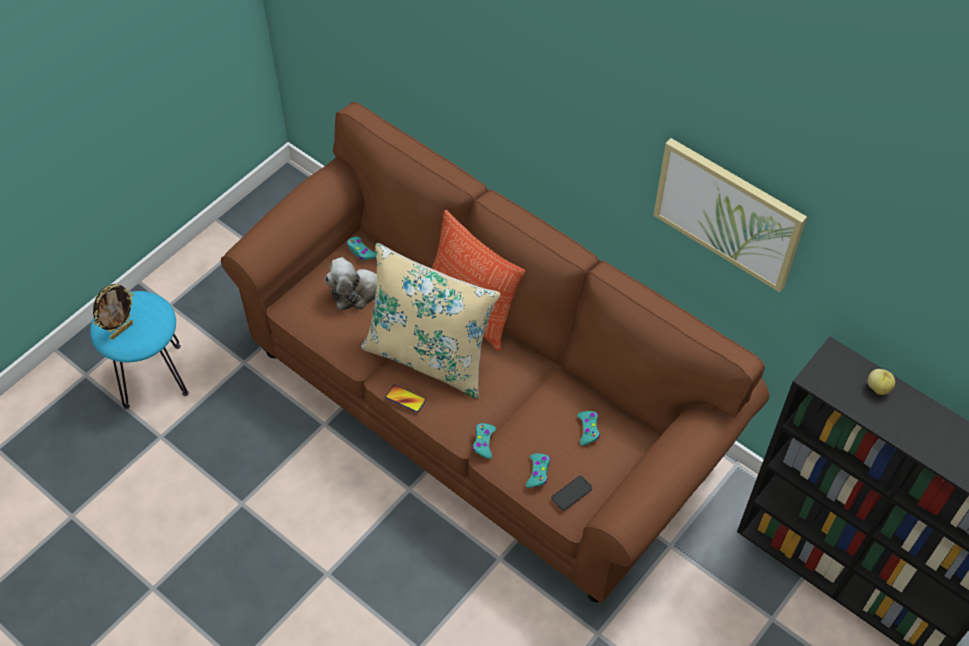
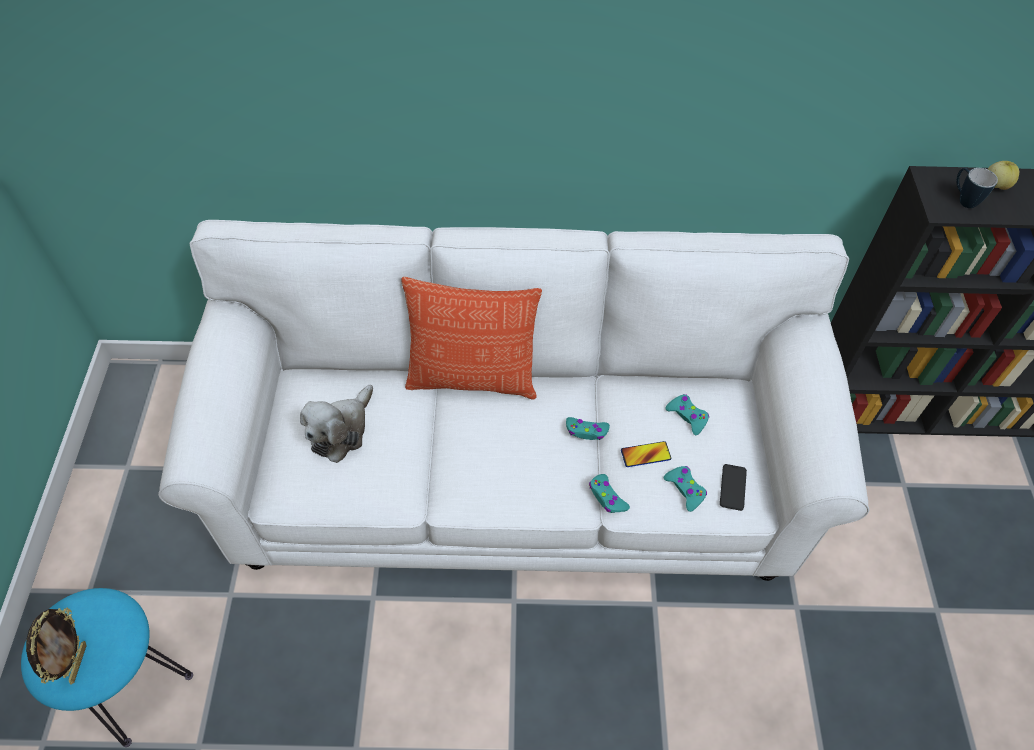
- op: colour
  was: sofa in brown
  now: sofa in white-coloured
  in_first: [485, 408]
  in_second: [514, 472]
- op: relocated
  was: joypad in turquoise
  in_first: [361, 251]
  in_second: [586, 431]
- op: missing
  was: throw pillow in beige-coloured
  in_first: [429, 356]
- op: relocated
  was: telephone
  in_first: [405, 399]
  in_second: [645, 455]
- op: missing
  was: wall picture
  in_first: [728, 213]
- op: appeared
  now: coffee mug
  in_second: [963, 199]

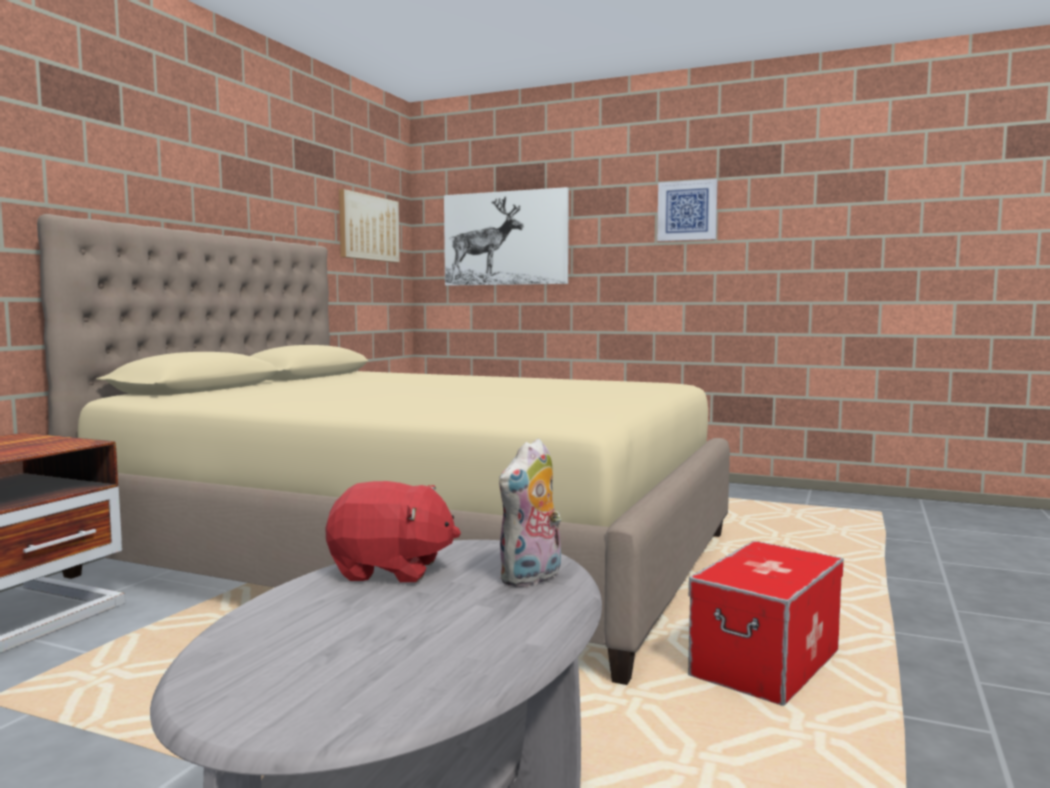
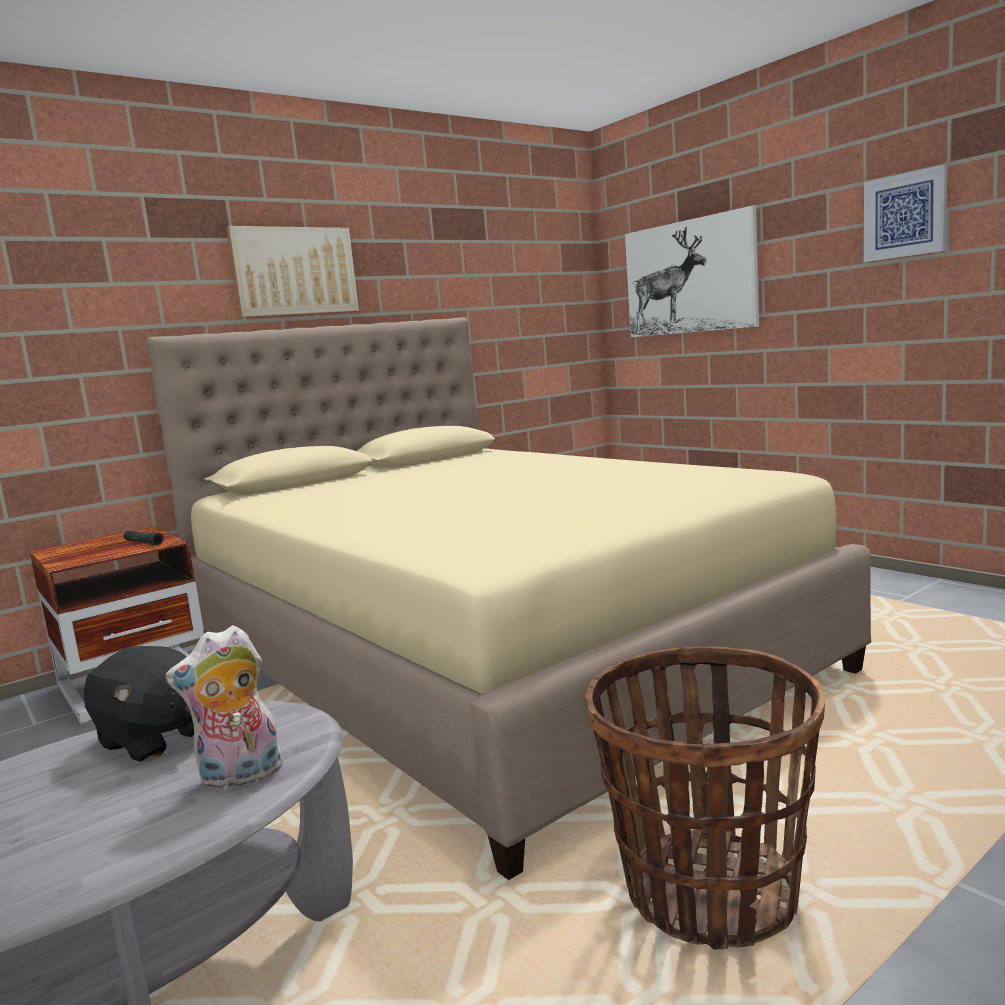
- op: colour
  was: plush toy in reddish
  now: plush toy in black-coloured
  in_first: [391, 570]
  in_second: [156, 738]
- op: relocated
  was: wall picture
  in_first: [368, 228]
  in_second: [294, 271]
- op: exchanged
  was: storage container
  now: storage basket
  in_first: [766, 663]
  in_second: [708, 891]
- op: appeared
  now: flashlight in black-coloured
  in_second: [143, 543]

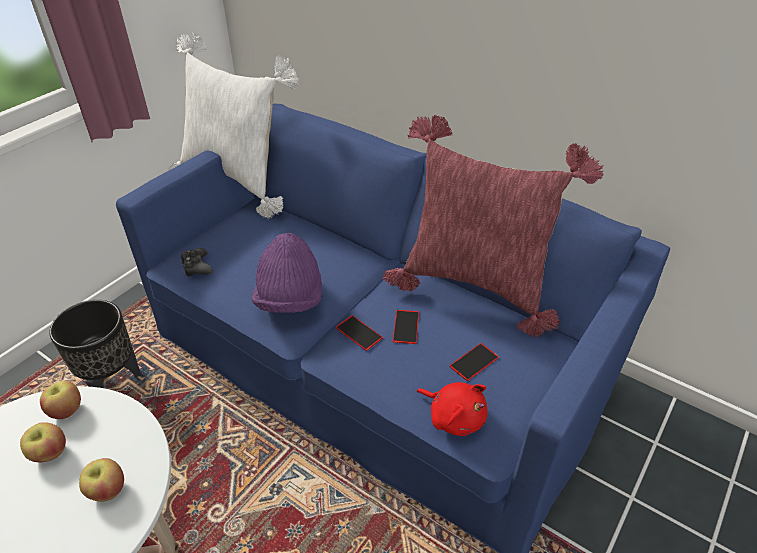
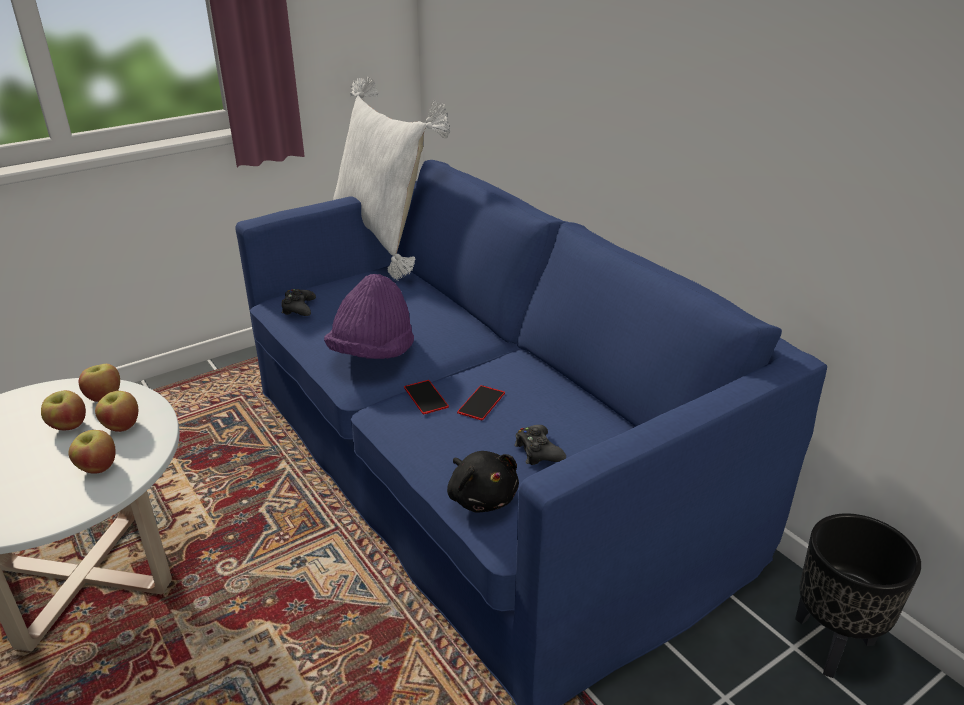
- op: relocated
  was: planter in black-coloured
  in_first: [114, 383]
  in_second: [833, 644]
- op: missing
  was: throw pillow in reddish
  in_first: [474, 294]
- op: colour
  was: plush toy in reddish
  now: plush toy in black-coloured
  in_first: [454, 417]
  in_second: [481, 497]
- op: exchanged
  was: telephone
  now: joypad in black-coloured
  in_first: [474, 362]
  in_second: [538, 451]
- op: appeared
  now: apple
  in_second: [121, 426]

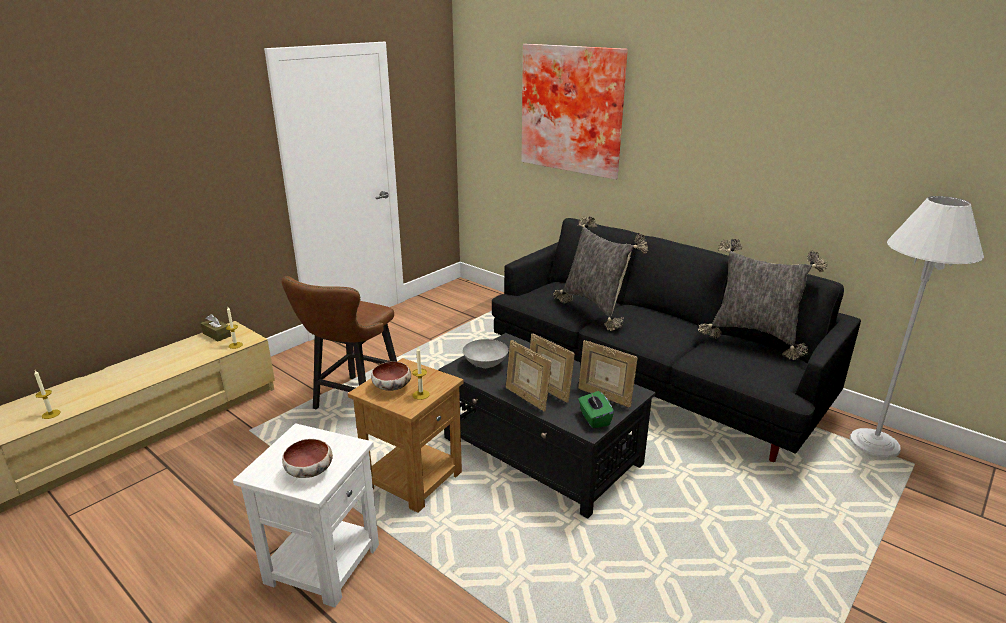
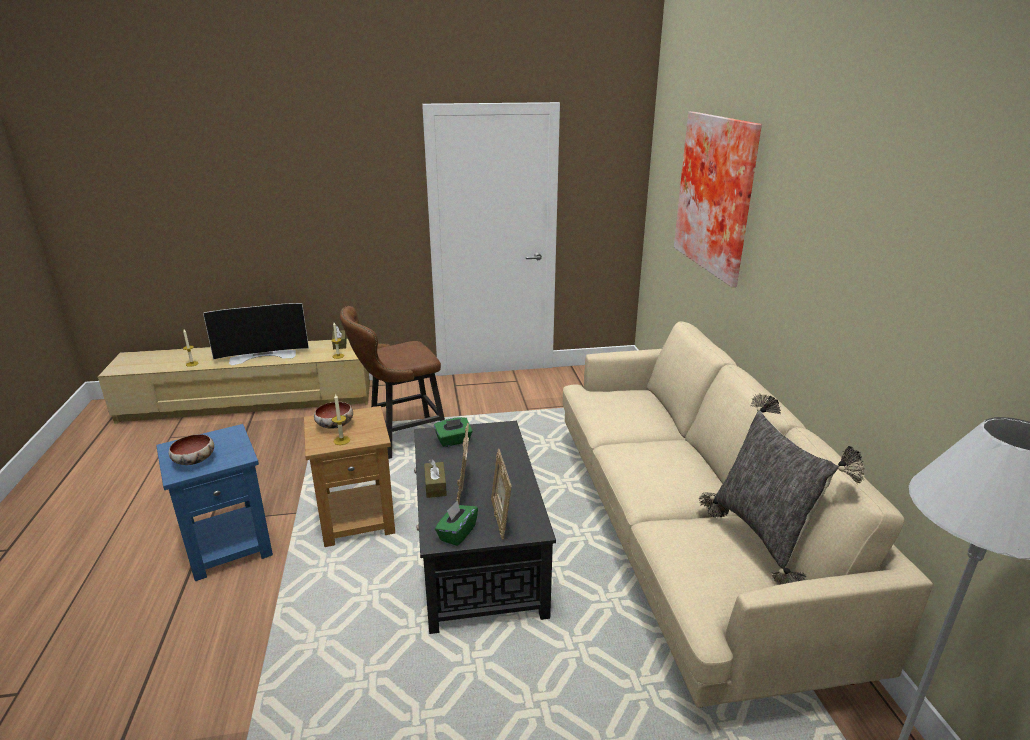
- op: colour
  was: end table in white-coloured
  now: end table in blue-coloured
  in_first: [323, 562]
  in_second: [230, 546]
- op: exchanged
  was: serving bowl in gray
  now: box of tissues in greenish
  in_first: [485, 364]
  in_second: [453, 441]
- op: colour
  was: sofa in black-coloured
  now: sofa in beige-coloured
  in_first: [651, 380]
  in_second: [684, 542]
- op: exchanged
  was: picture frame
  now: box of tissues in brown
  in_first: [527, 398]
  in_second: [435, 486]
- op: missing
  was: throw pillow
  in_first: [596, 313]
- op: appeared
  now: television
  in_second: [263, 356]

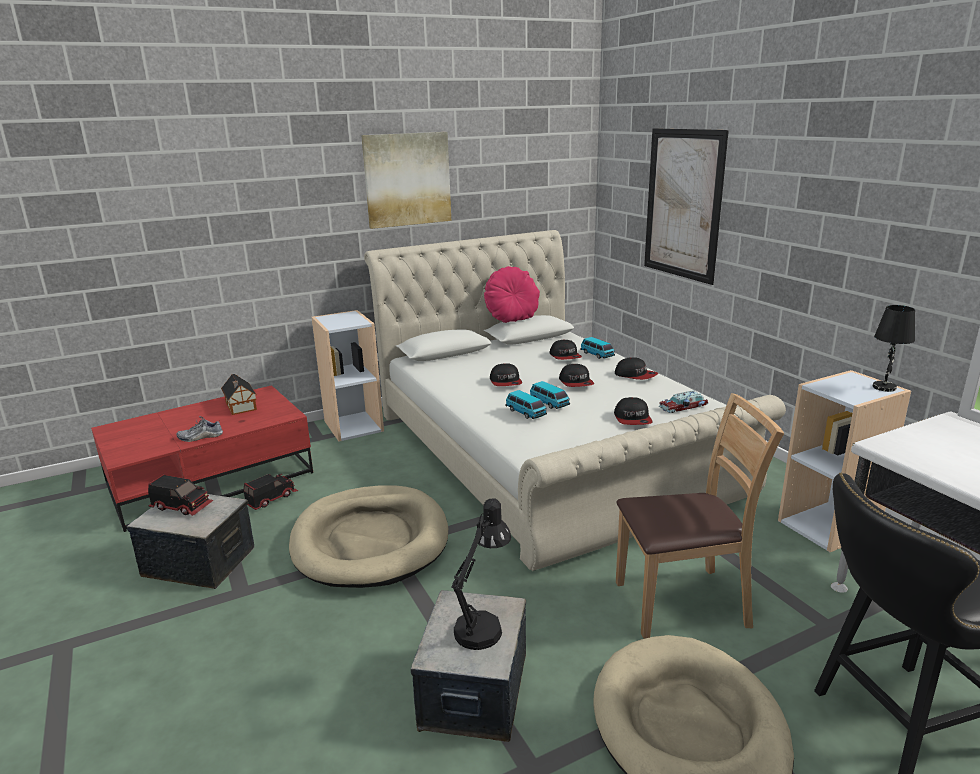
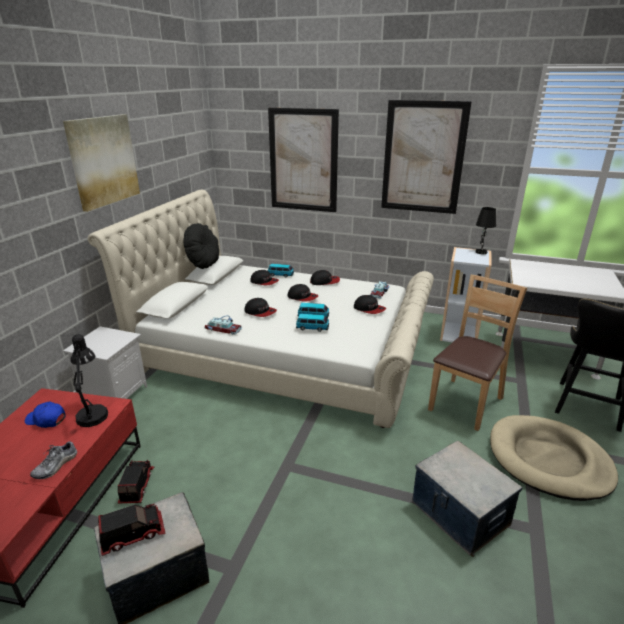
- op: exchanged
  was: toy house
  now: baseball cap in blue-coloured
  in_first: [241, 407]
  in_second: [46, 420]
- op: missing
  was: pet bed in beige-coloured
  in_first: [370, 540]
- op: exchanged
  was: bookcase
  now: night table in gray
  in_first: [353, 425]
  in_second: [115, 394]
- op: relocated
  was: lamp for a table in black-coloured
  in_first: [483, 625]
  in_second: [93, 413]
- op: colour
  was: throw pillow in pinkish
  now: throw pillow in black-coloured
  in_first: [512, 320]
  in_second: [203, 265]
- op: appeared
  now: toy car
  in_second: [223, 329]
- op: appeared
  now: wall picture
  in_second: [423, 158]

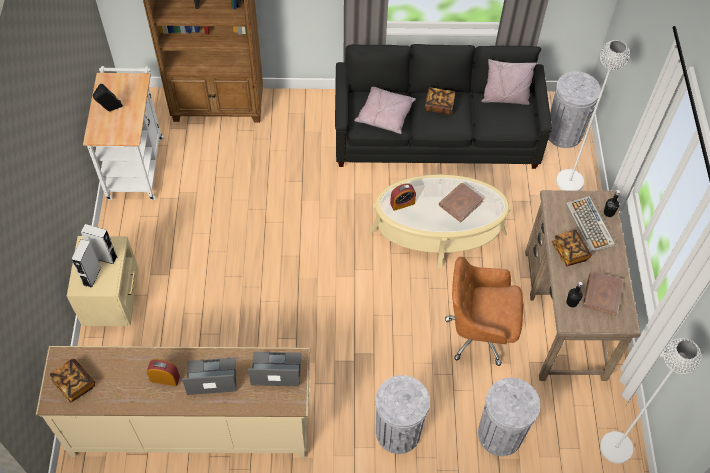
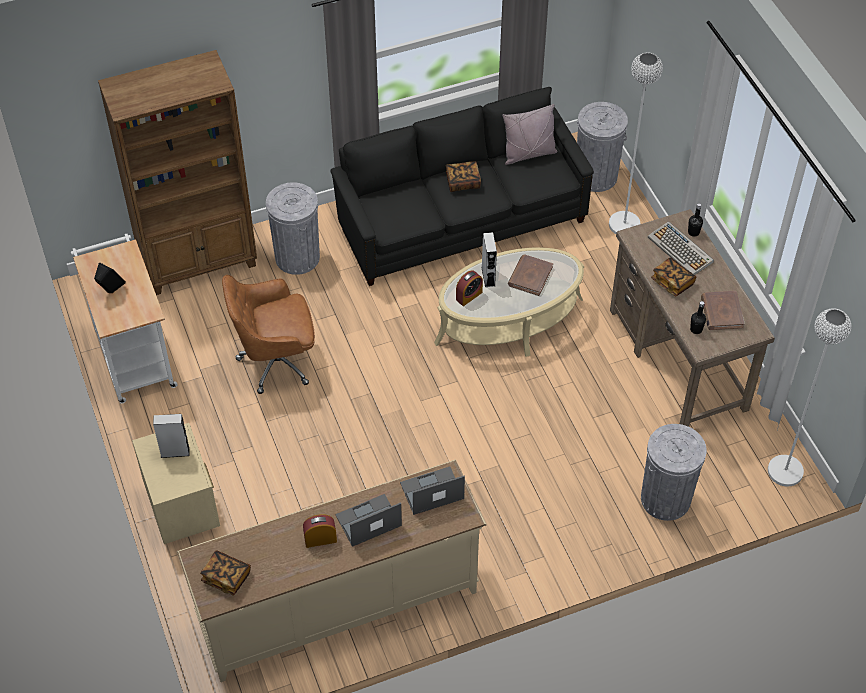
- op: relocated
  was: loudspeaker in gray
  in_first: [92, 276]
  in_second: [488, 276]
- op: missing
  was: throw pillow in purple-coloured
  in_first: [385, 115]
- op: relocated
  was: trash can in gray
  in_first: [397, 432]
  in_second: [297, 257]
- op: relocated
  was: office chair in brown
  in_first: [479, 333]
  in_second: [276, 361]

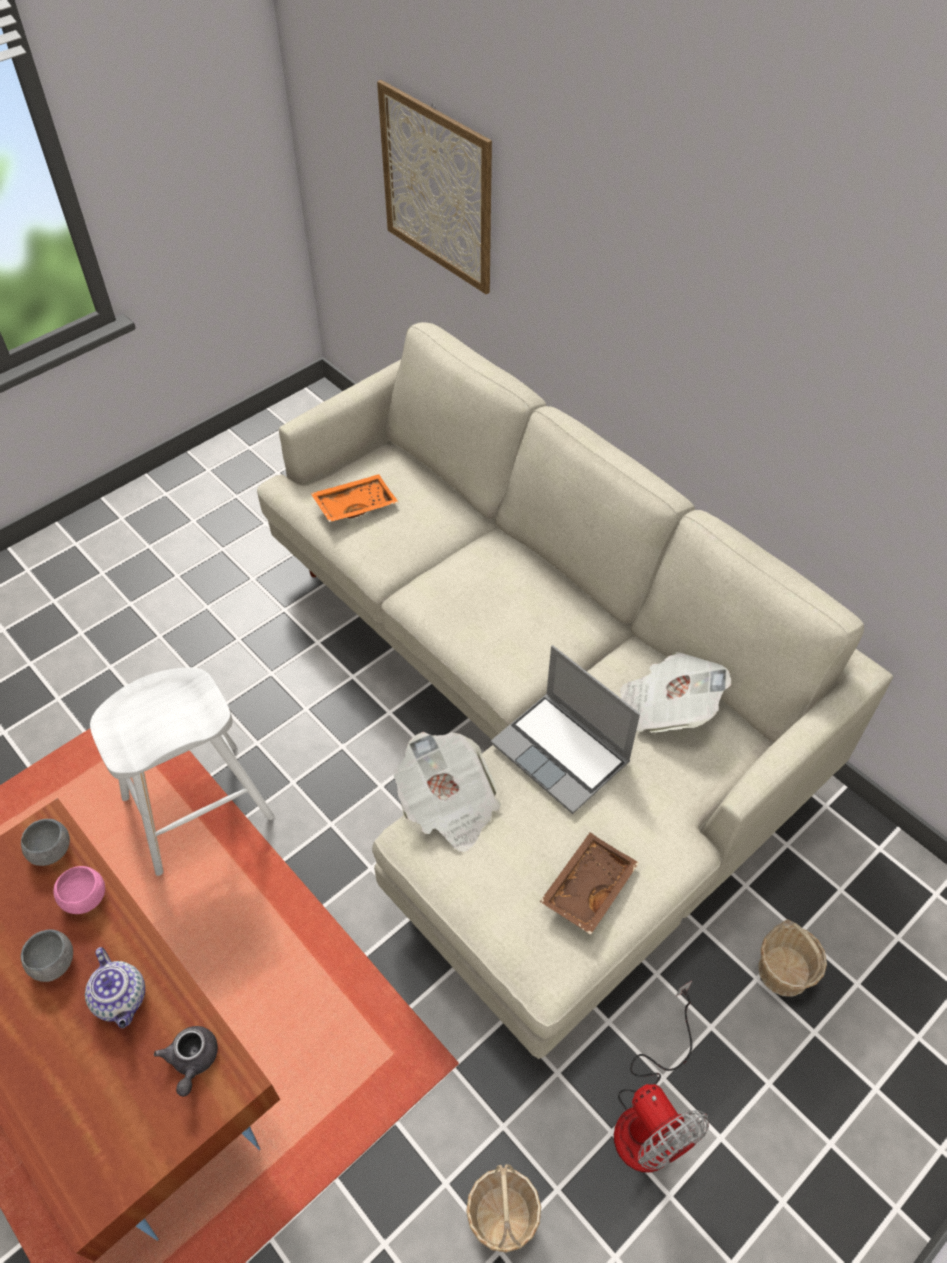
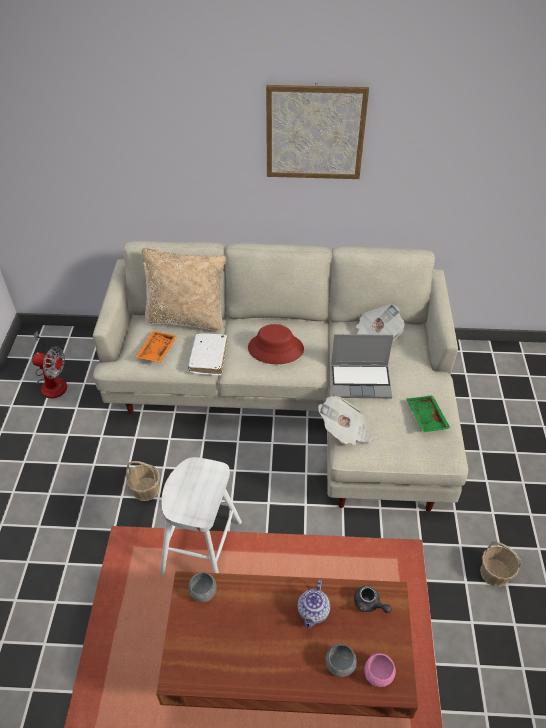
- op: relocated
  was: serving bowl in gray
  in_first: [53, 962]
  in_second: [340, 664]
- op: relocated
  was: serving bowl in pinkish
  in_first: [85, 898]
  in_second: [378, 674]
- op: spun
  was: pot for tea
  in_first: [122, 999]
  in_second: [313, 612]
  clockwise: 90
- op: relocated
  was: wall picture
  in_first: [437, 186]
  in_second: [315, 132]
- op: colour
  was: carrying tray in brown
  now: carrying tray in greenish
  in_first: [587, 887]
  in_second: [425, 418]
- op: relocated
  was: cooling fan
  in_first: [650, 1115]
  in_second: [52, 381]
- op: relocated
  was: storage basket
  in_first: [784, 970]
  in_second: [146, 489]
- op: appeared
  now: throw pillow in beige-coloured
  in_second: [187, 320]
- op: appeared
  now: book in white-coloured
  in_second: [208, 358]
- op: appeared
  now: hat in reddish
  in_second: [275, 349]

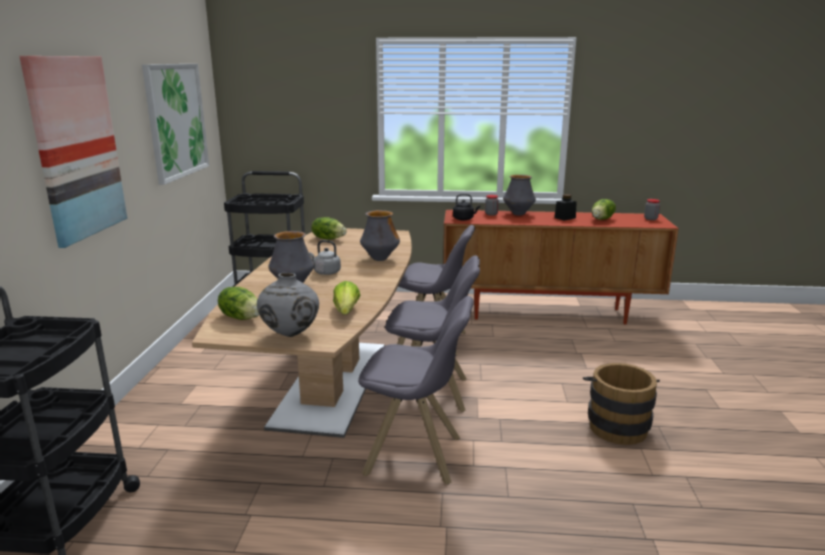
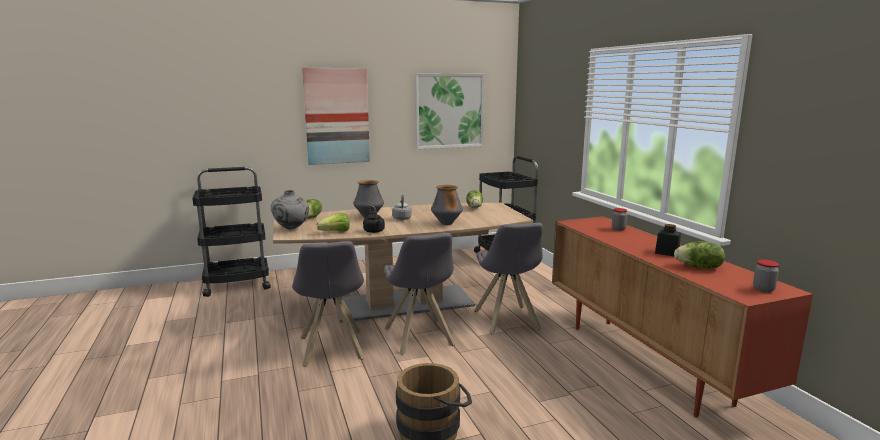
- op: relocated
  was: kettle in black-coloured
  in_first: [464, 219]
  in_second: [374, 231]
- op: missing
  was: vase
  in_first: [518, 214]

